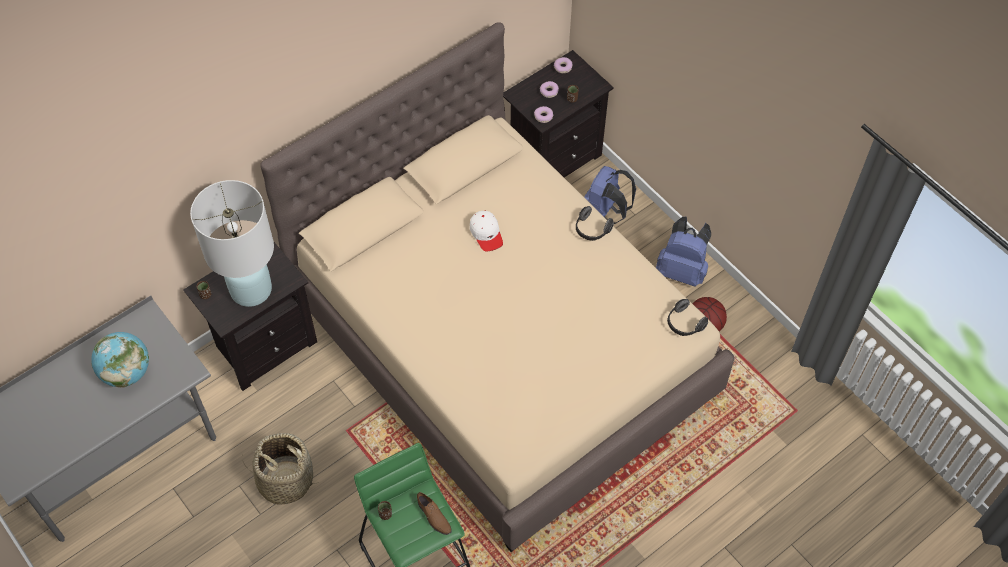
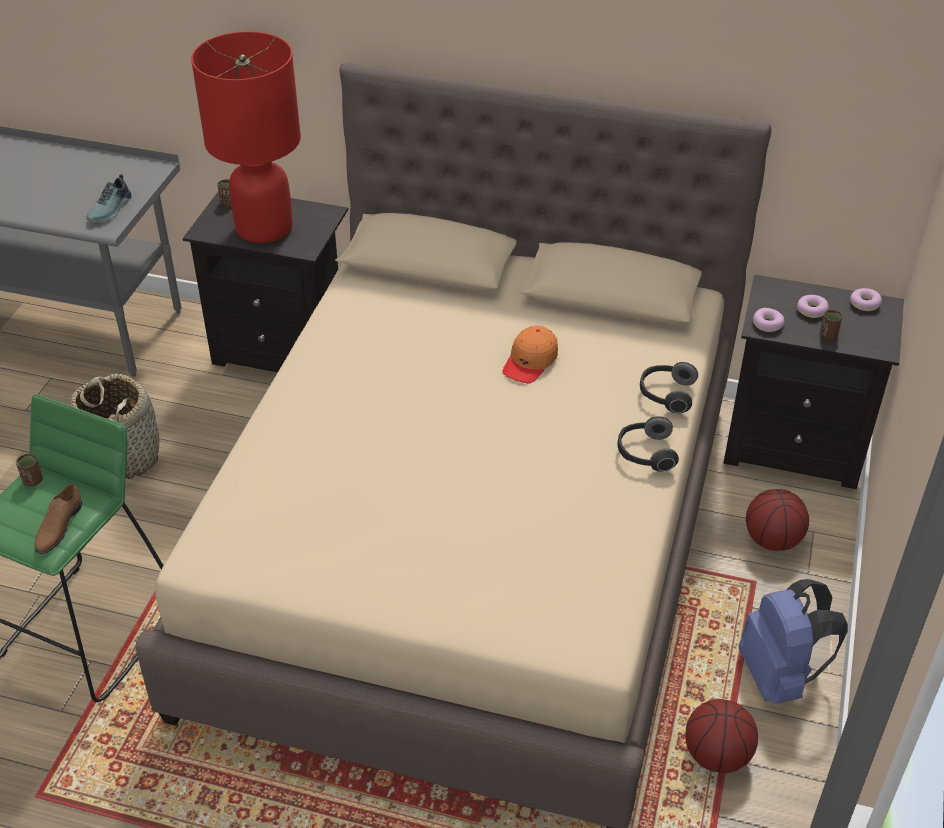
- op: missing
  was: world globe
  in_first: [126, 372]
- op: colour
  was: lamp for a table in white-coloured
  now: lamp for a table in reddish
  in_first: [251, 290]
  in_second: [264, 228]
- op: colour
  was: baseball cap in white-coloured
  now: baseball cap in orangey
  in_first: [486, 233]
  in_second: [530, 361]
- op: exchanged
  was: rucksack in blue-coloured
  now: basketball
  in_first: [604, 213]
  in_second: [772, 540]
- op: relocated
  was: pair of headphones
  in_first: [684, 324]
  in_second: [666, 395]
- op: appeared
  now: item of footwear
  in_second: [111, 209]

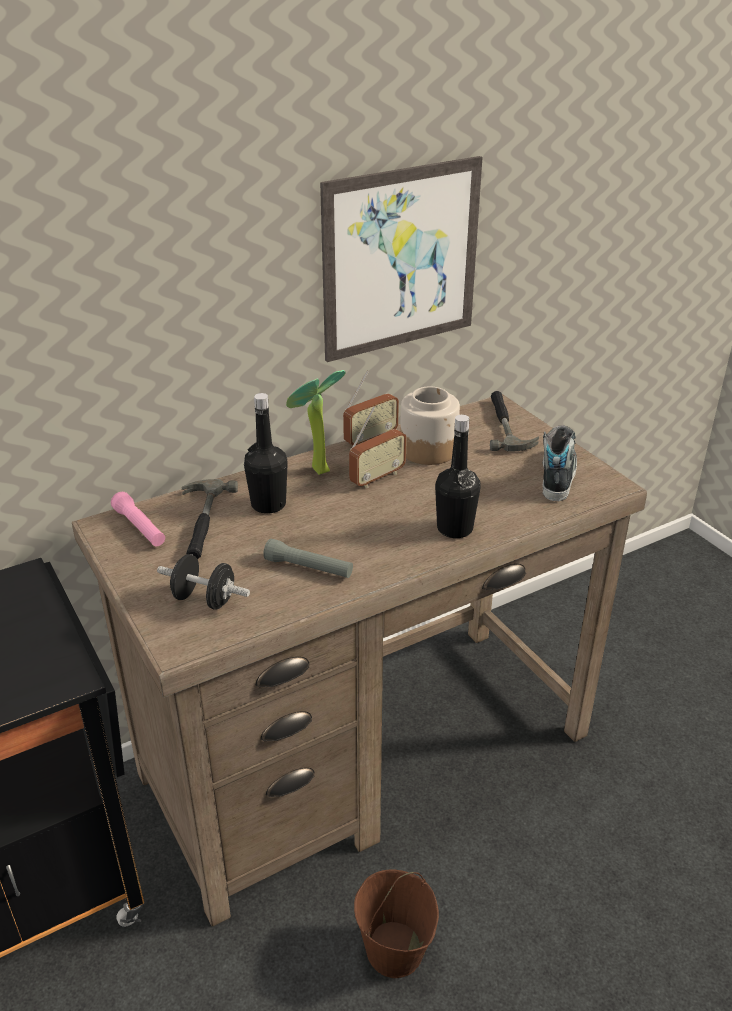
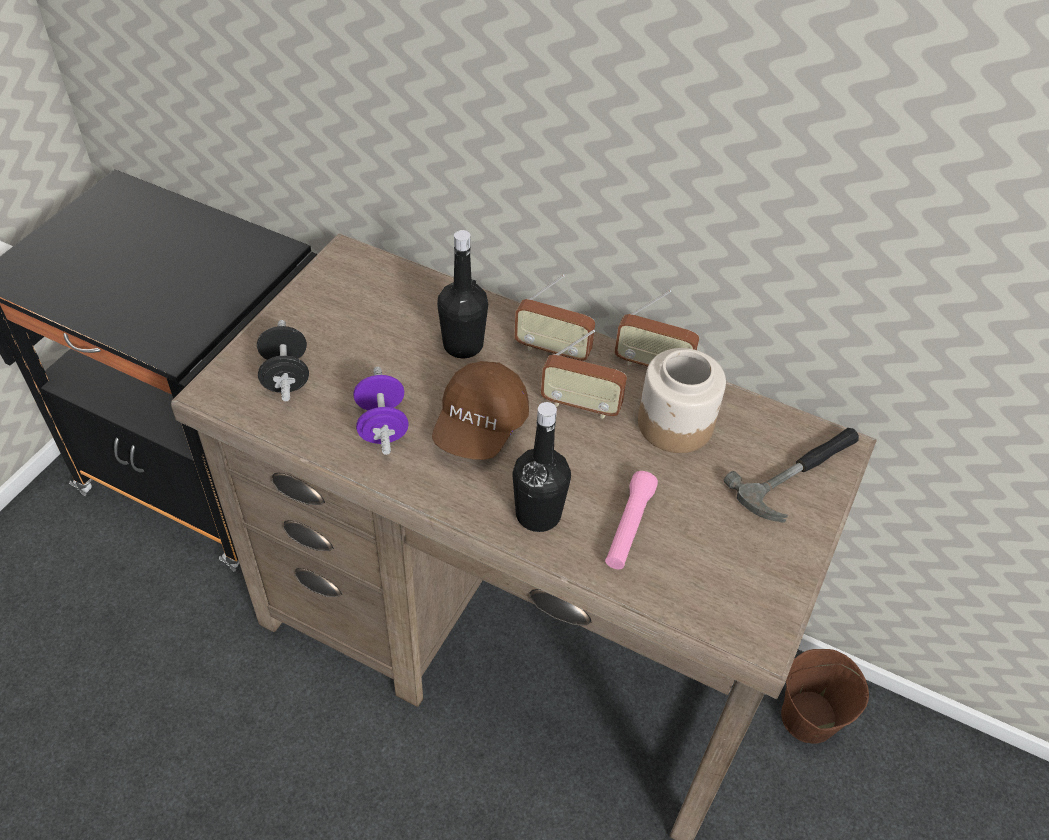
- op: relocated
  was: flashlight in pinkish
  in_first: [140, 528]
  in_second: [628, 527]
- op: missing
  was: tool hammer
  in_first: [202, 522]
- op: exchanged
  was: flashlight in gray
  now: hand weight in purple-coloured
  in_first: [308, 568]
  in_second: [382, 425]
- op: exchanged
  was: plant in a pot
  now: radio
  in_first: [315, 470]
  in_second: [552, 350]
- op: missing
  was: wall picture
  in_first: [401, 259]
- op: relocated
  was: water bucket in brown
  in_first: [395, 951]
  in_second: [808, 718]
- op: missing
  was: item of footwear
  in_first: [556, 475]
- op: appeared
  now: baseball cap in brown
  in_second: [479, 426]

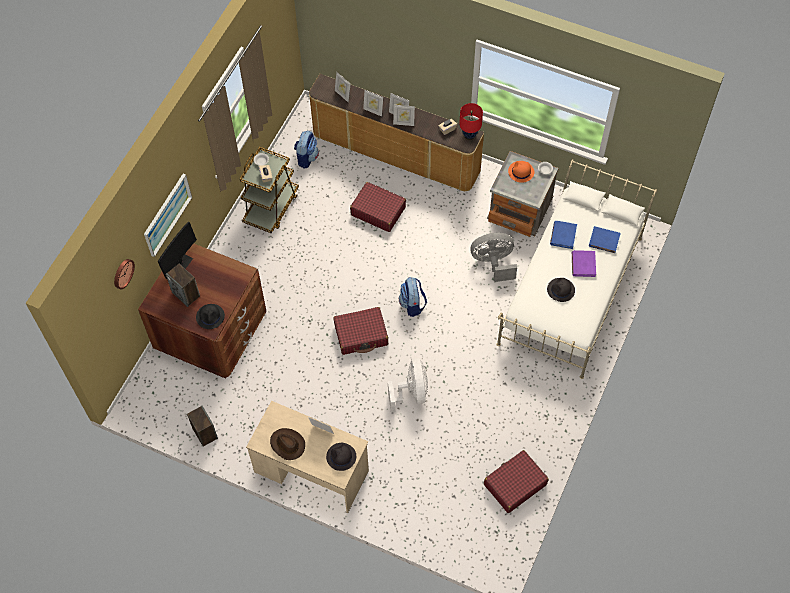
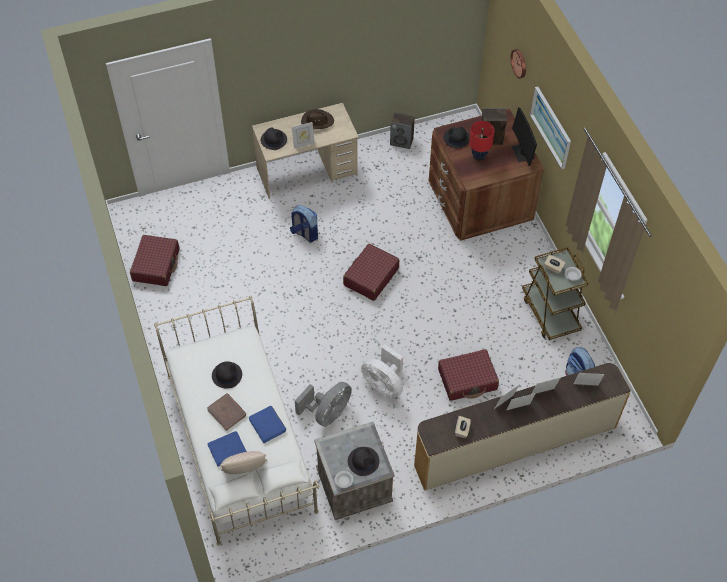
- op: relocated
  was: cooling fan in white-coloured
  in_first: [412, 393]
  in_second: [384, 385]
- op: relocated
  was: rucksack
  in_first: [412, 304]
  in_second: [304, 233]
- op: relocated
  was: lamp for a table in reddish
  in_first: [469, 135]
  in_second: [479, 156]
- op: colour
  was: hat in orangey
  now: hat in black-coloured
  in_first: [521, 172]
  in_second: [363, 461]
- op: colour
  was: book in purple-coloured
  now: book in brown
  in_first: [583, 264]
  in_second: [227, 412]
- op: appeared
  now: throw pillow in beige-coloured
  in_second: [245, 470]

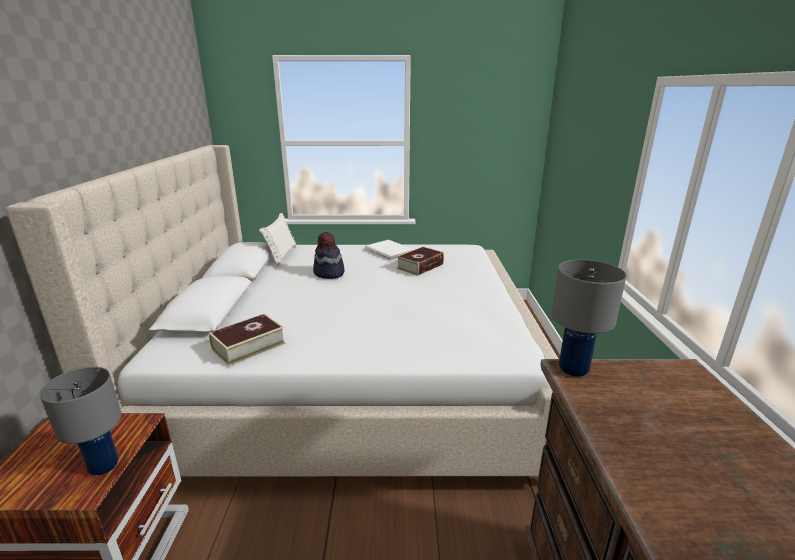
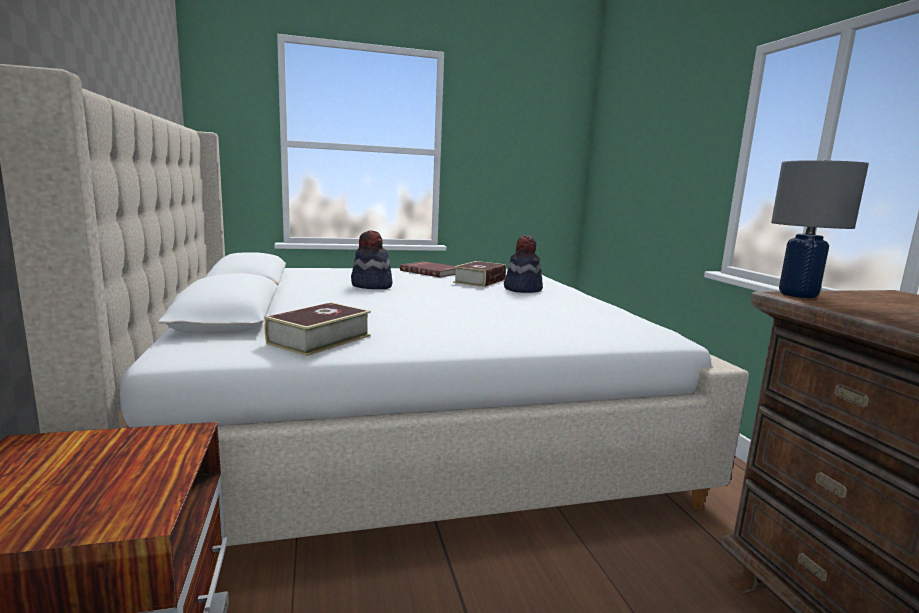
- op: missing
  was: lamp for a table in gray
  in_first: [105, 465]
- op: missing
  was: throw pillow in white-coloured
  in_first: [281, 255]
- op: colour
  was: book in white-coloured
  now: book in reddish
  in_first: [390, 251]
  in_second: [431, 271]
- op: appeared
  now: hat
  in_second: [522, 289]

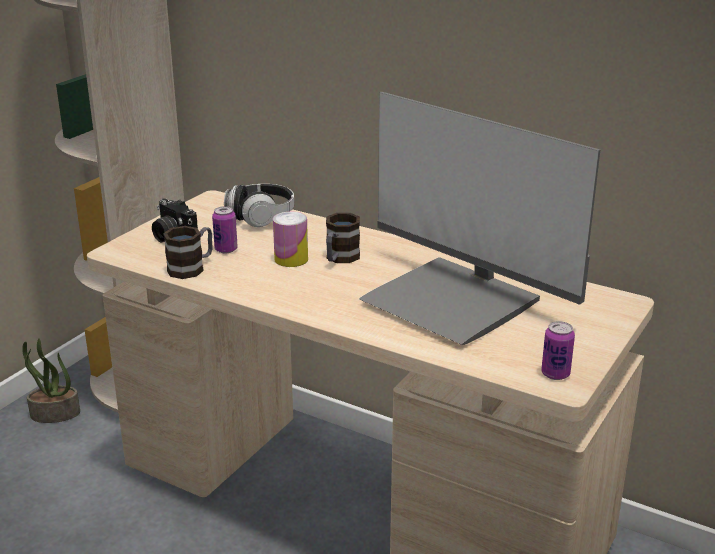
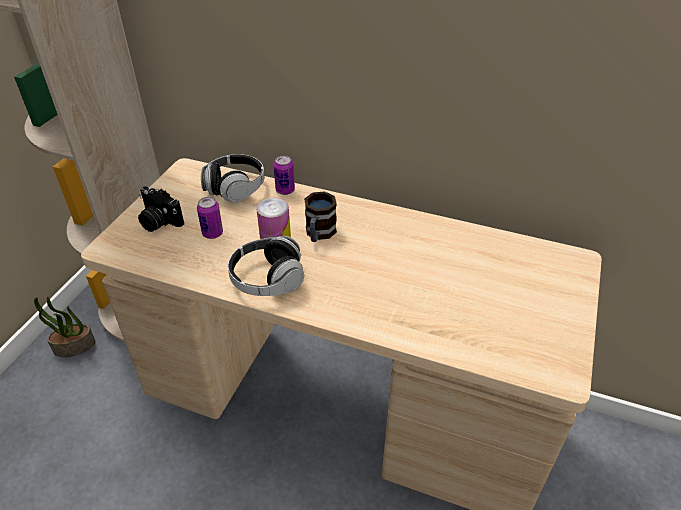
- op: missing
  was: coffee mug
  in_first: [192, 267]
- op: missing
  was: computer screen
  in_first: [453, 301]
- op: relocated
  was: can
  in_first: [555, 374]
  in_second: [285, 190]
- op: appeared
  now: pair of headphones
  in_second: [267, 279]

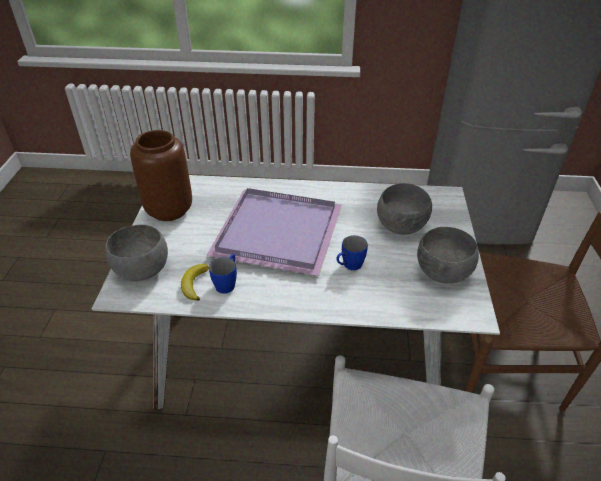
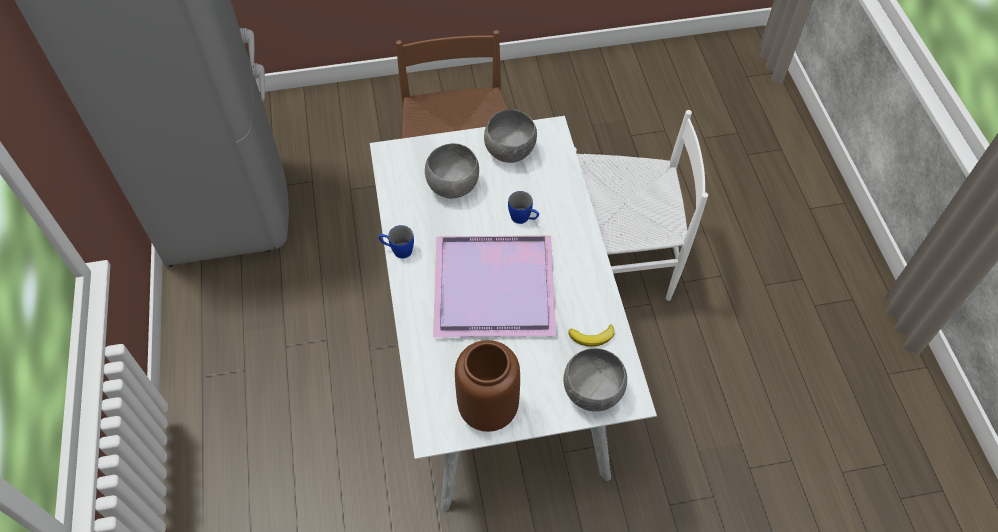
- op: relocated
  was: coffee mug in blue-coloured
  in_first: [227, 282]
  in_second: [398, 250]

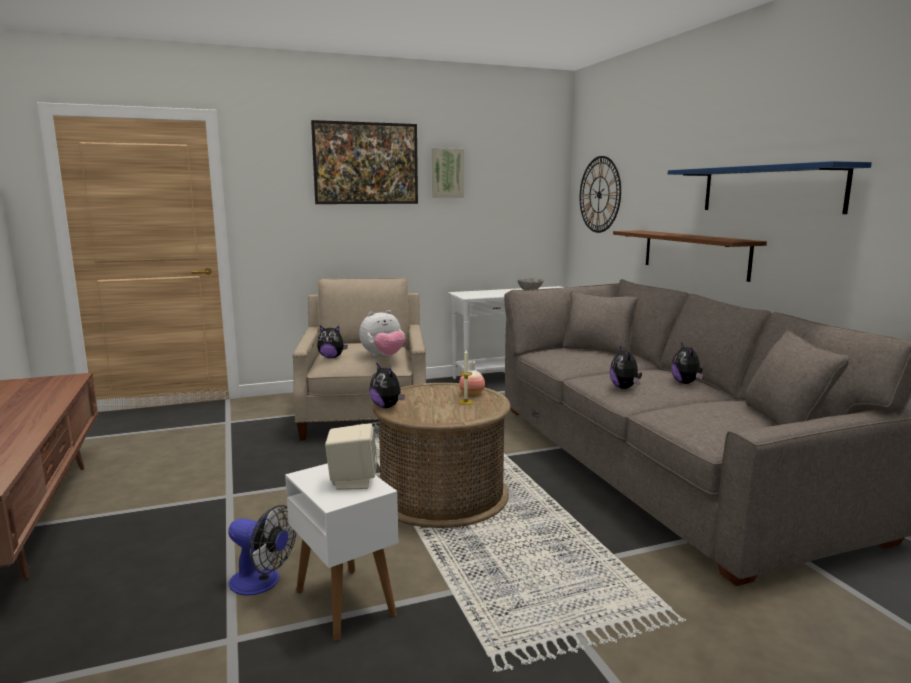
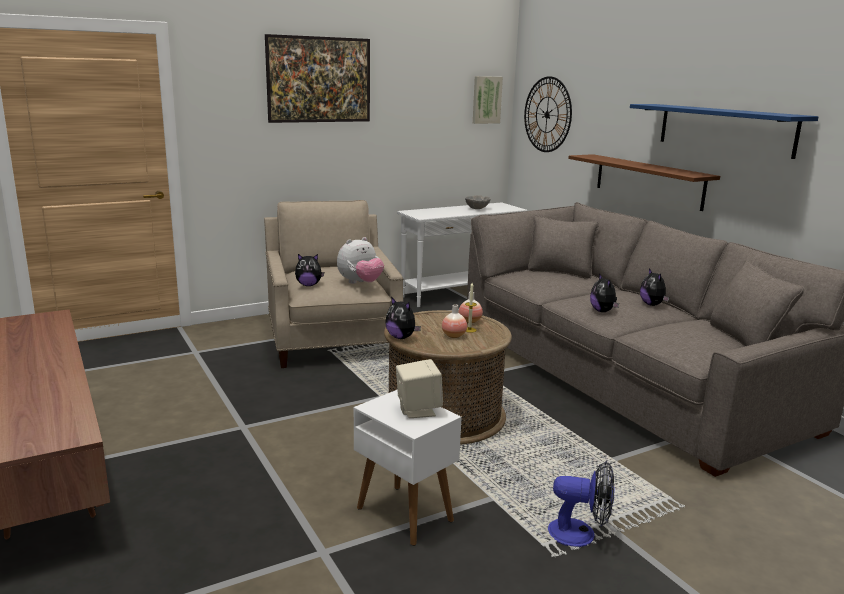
- op: relocated
  was: cooling fan
  in_first: [262, 583]
  in_second: [580, 534]
- op: relocated
  was: wall picture
  in_first: [447, 173]
  in_second: [486, 100]
- op: appeared
  now: vase
  in_second: [454, 336]

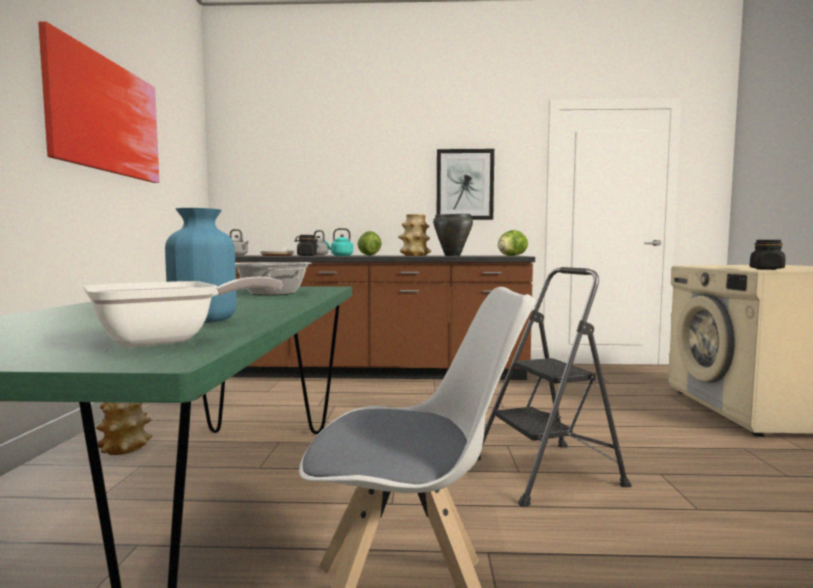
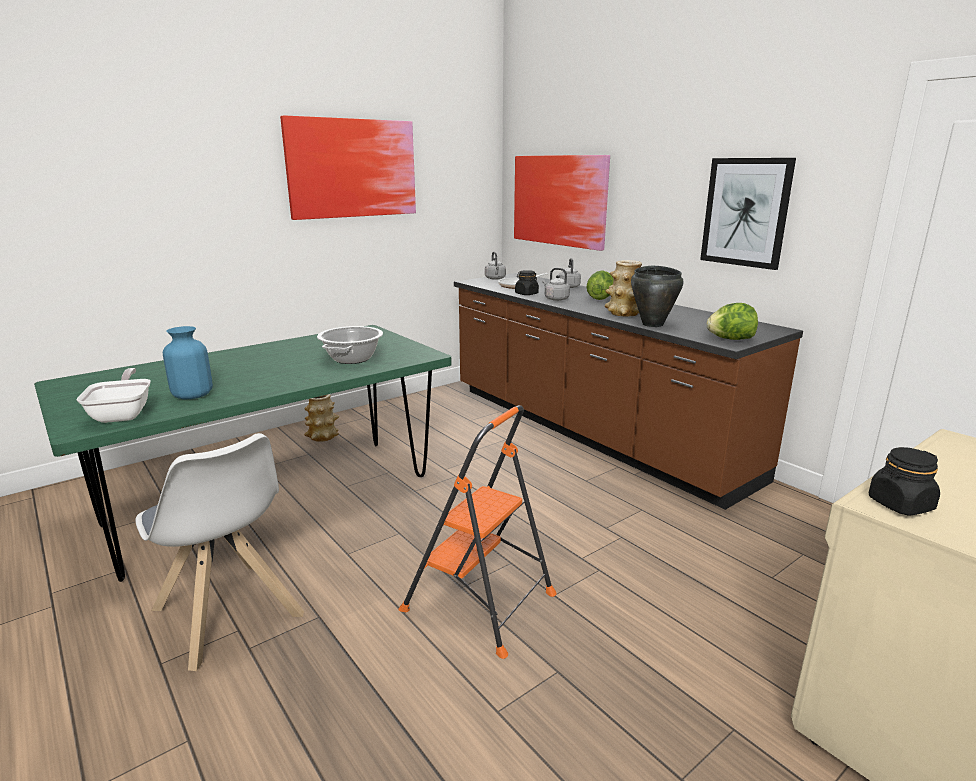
- op: spun
  was: skillet
  in_first: [170, 340]
  in_second: [124, 413]
  clockwise: -120
- op: colour
  was: kettle in turquoise
  now: kettle in gray
  in_first: [340, 255]
  in_second: [555, 299]
- op: colour
  was: stepladder in black-coloured
  now: stepladder in orangey
  in_first: [550, 471]
  in_second: [482, 603]
- op: appeared
  now: wall picture
  in_second: [559, 200]

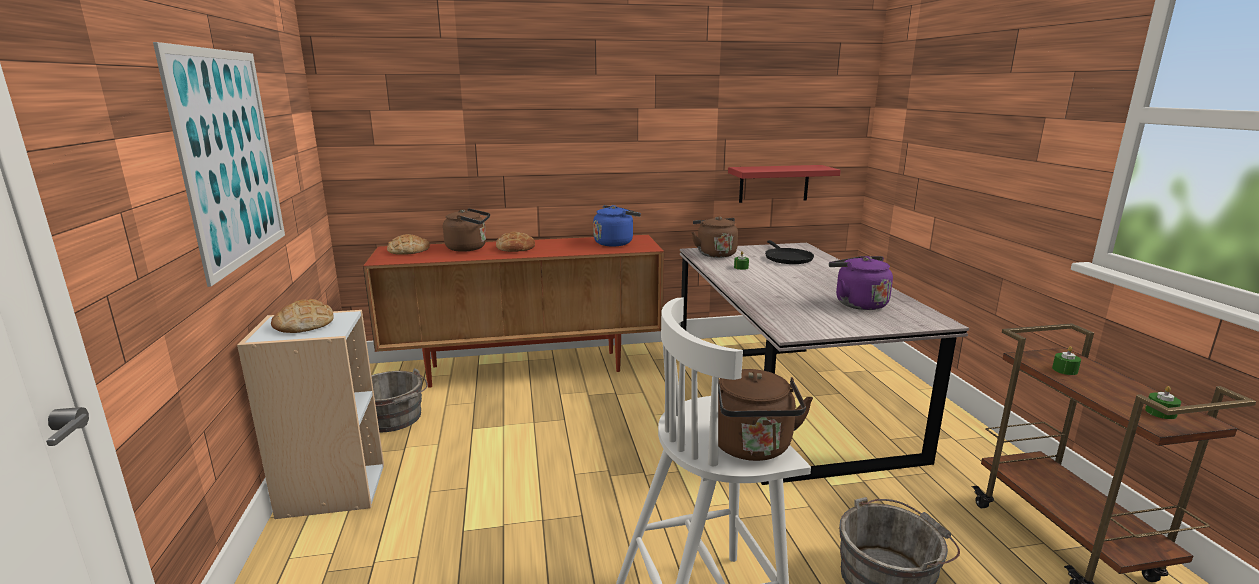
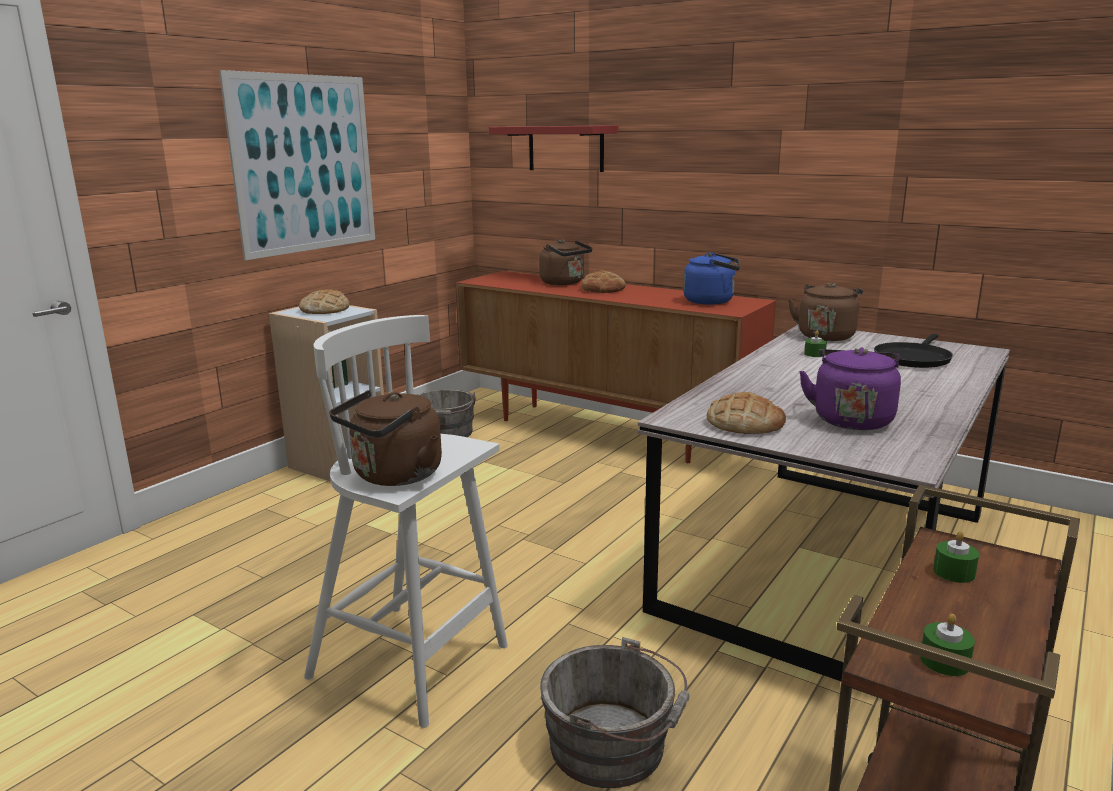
- op: relocated
  was: bakery bread
  in_first: [408, 250]
  in_second: [745, 423]
- op: relocated
  was: wall shelf in reddish
  in_first: [774, 183]
  in_second: [566, 148]

